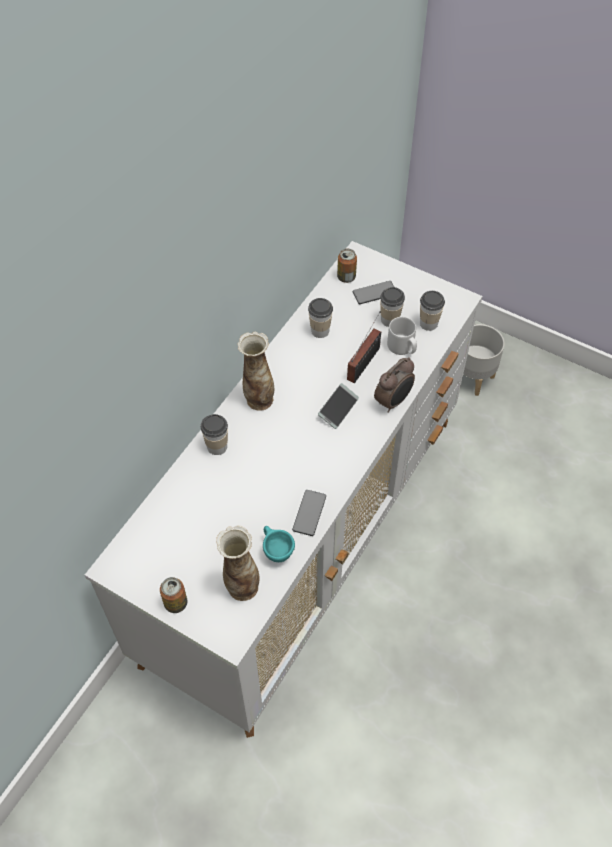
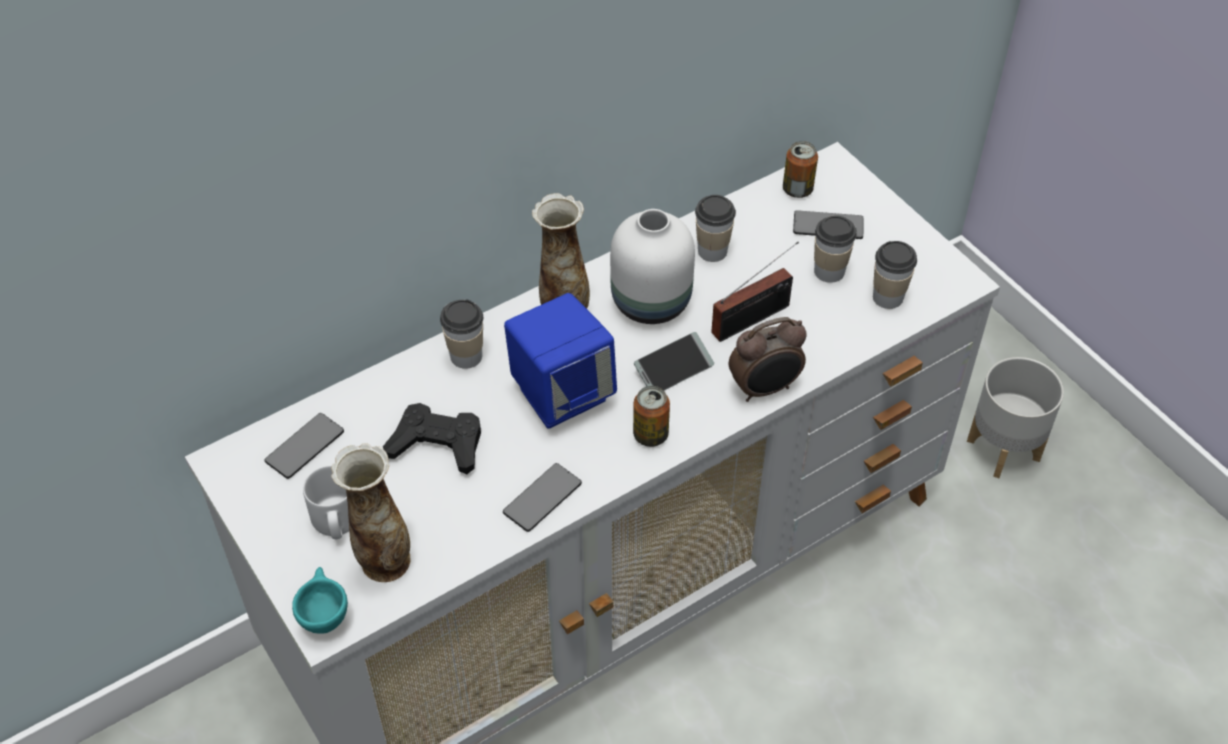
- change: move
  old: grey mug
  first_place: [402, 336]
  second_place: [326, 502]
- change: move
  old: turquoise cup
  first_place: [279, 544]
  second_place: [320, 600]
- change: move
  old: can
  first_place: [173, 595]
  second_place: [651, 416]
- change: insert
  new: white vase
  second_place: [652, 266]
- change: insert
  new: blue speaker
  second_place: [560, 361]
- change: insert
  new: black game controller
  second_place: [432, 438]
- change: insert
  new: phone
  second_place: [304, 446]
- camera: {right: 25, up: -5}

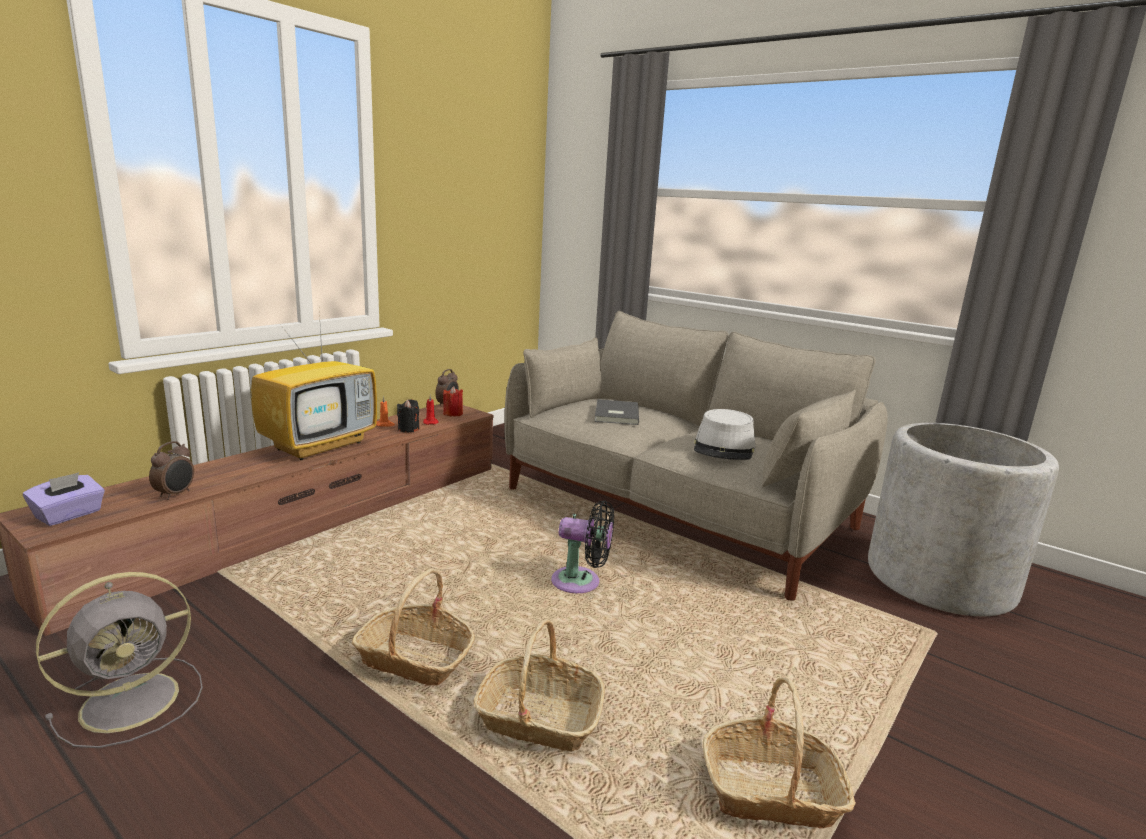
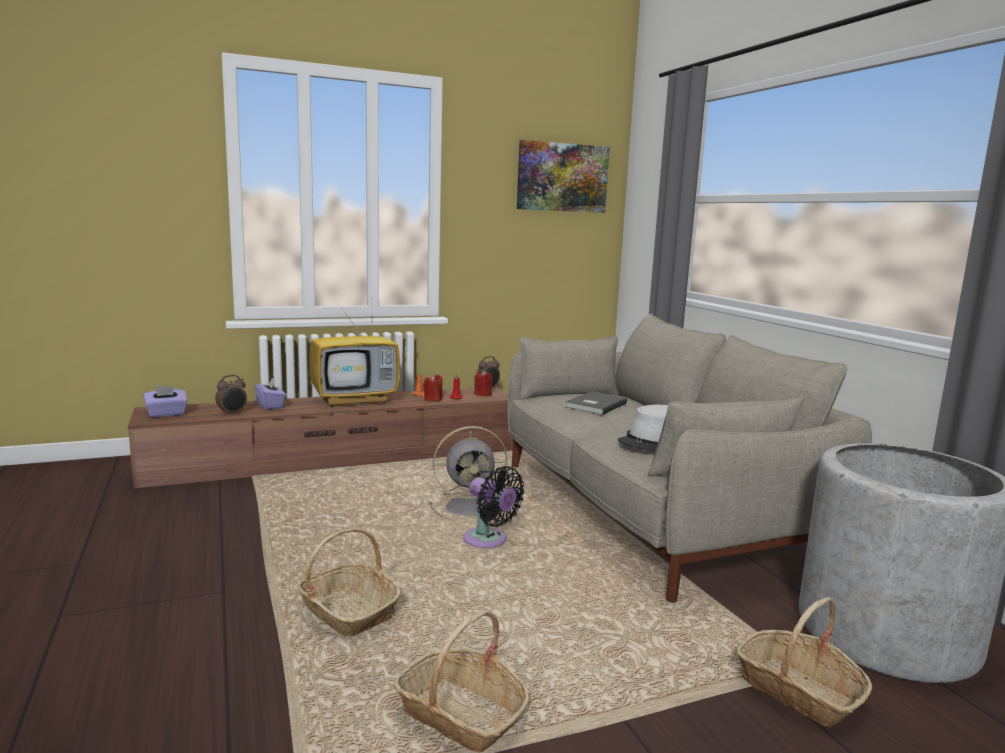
- change: recolor
  old: black candle
  new: red candle
  first_place: [408, 415]
  second_place: [433, 388]
- change: move
  old: basket
  first_place: [413, 627]
  second_place: [804, 662]
- change: move
  old: grey fan
  first_place: [119, 660]
  second_place: [468, 473]
- change: insert
  new: picture
  second_place: [563, 176]
- change: insert
  new: purple tissue box
  second_place: [270, 394]
- camera: {right: 30, up: -5}

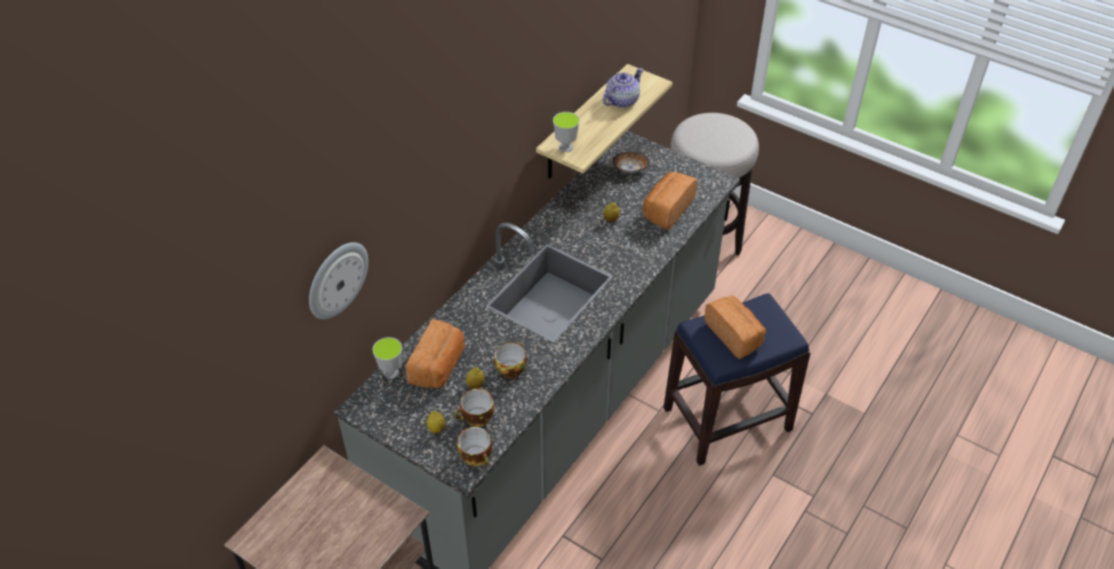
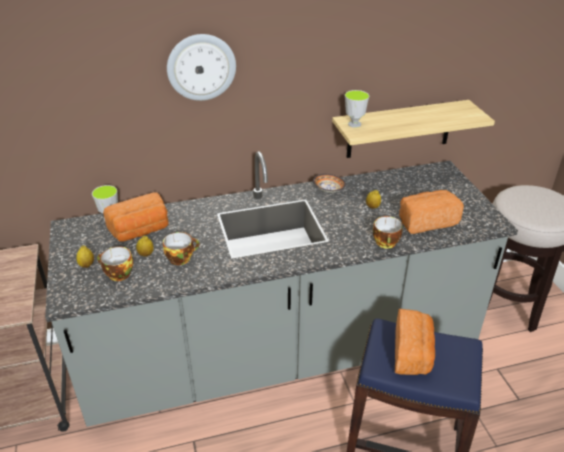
- change: delete
  old: teapot
  first_place: [623, 88]
- change: move
  old: bowl
  first_place: [630, 162]
  second_place: [329, 183]
- change: move
  old: wall clock
  first_place: [338, 280]
  second_place: [201, 67]
- change: move
  old: cup
  first_place: [475, 446]
  second_place: [388, 232]
- camera: {right: 40, up: -10}

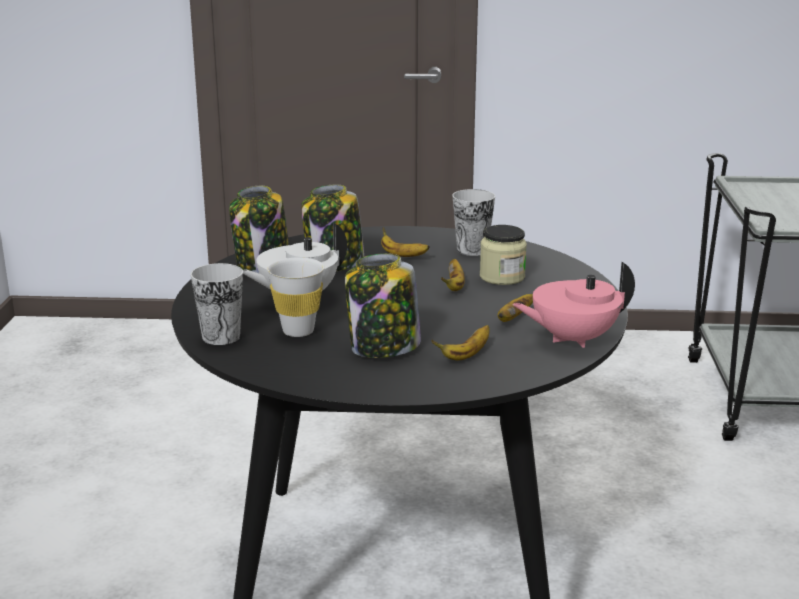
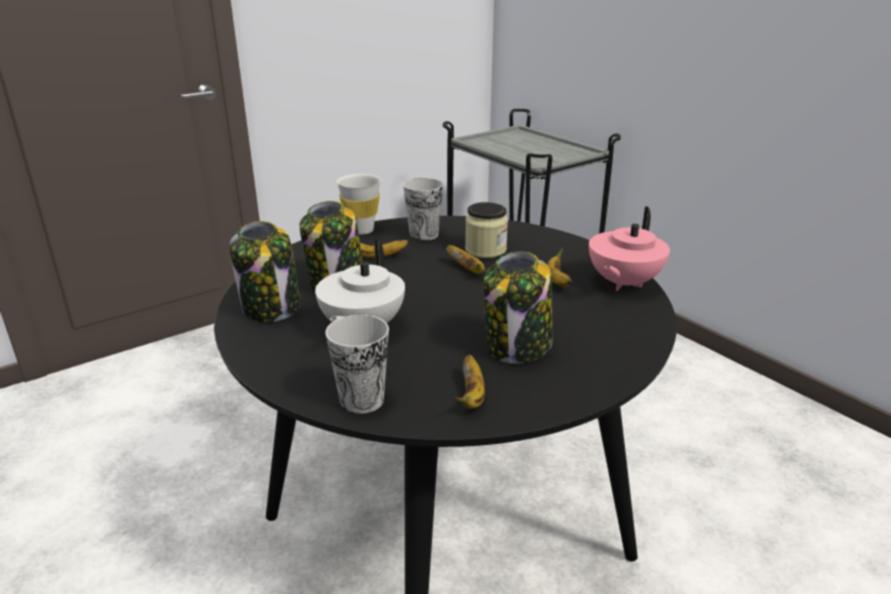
- change: move
  old: white cup
  first_place: [295, 297]
  second_place: [359, 204]
- change: move
  old: banana
  first_place: [460, 342]
  second_place: [470, 382]
- camera: {right: -40, up: 5}

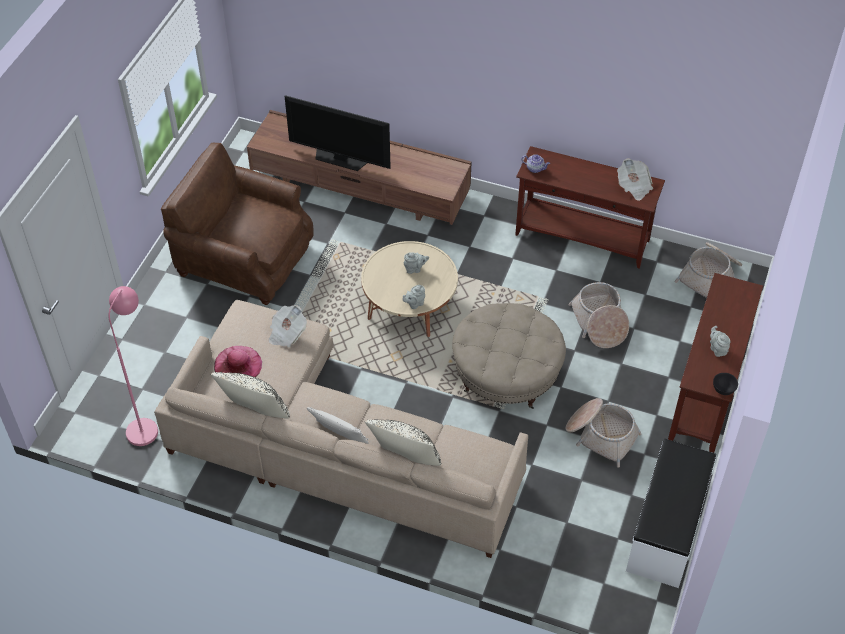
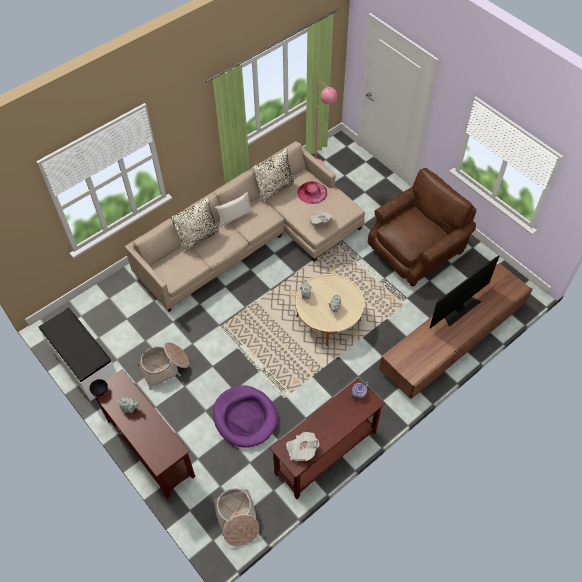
- change: replace
  old: basket
  new: purple dog bed
  first_place: [598, 315]
  second_place: [245, 416]
- change: delete
  old: beige ottoman
  first_place: [509, 356]
- camera: {right: 120, up: 5}

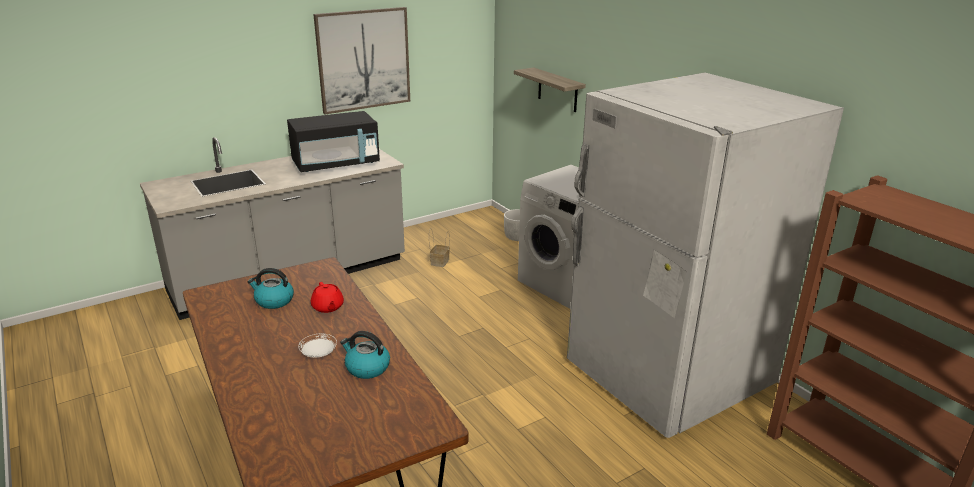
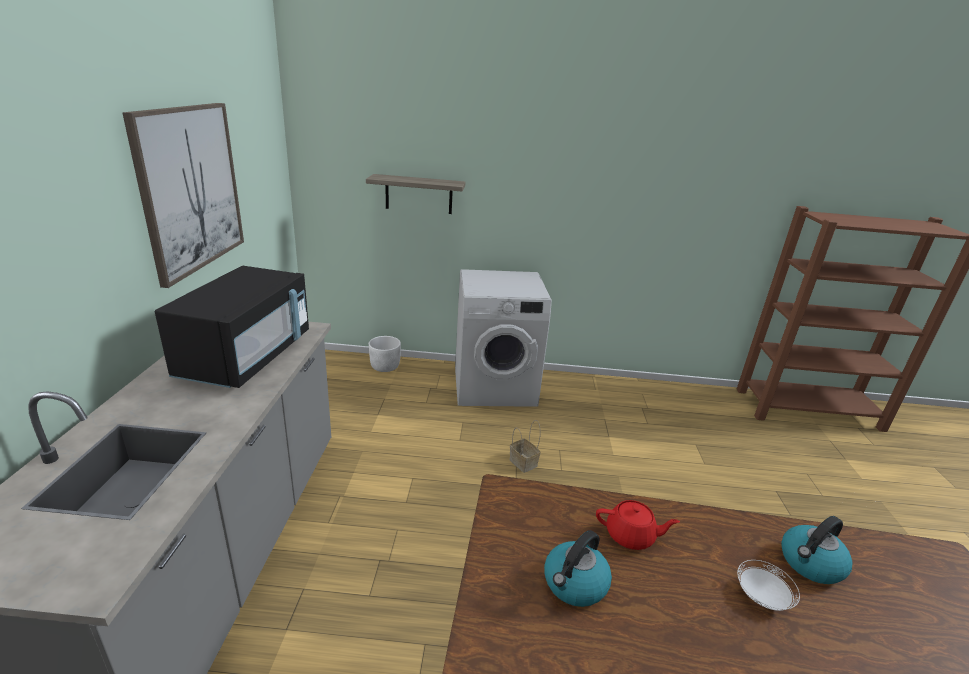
- change: delete
  old: white fridge
  first_place: [705, 255]
- change: move
  old: basket
  first_place: [439, 247]
  second_place: [525, 446]
- camera: {right: -55, up: 0}

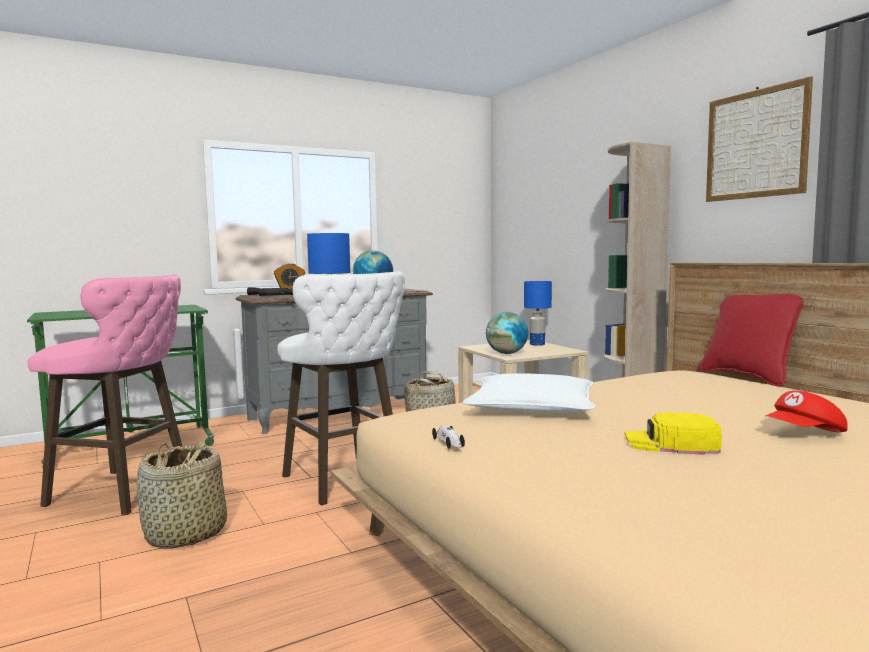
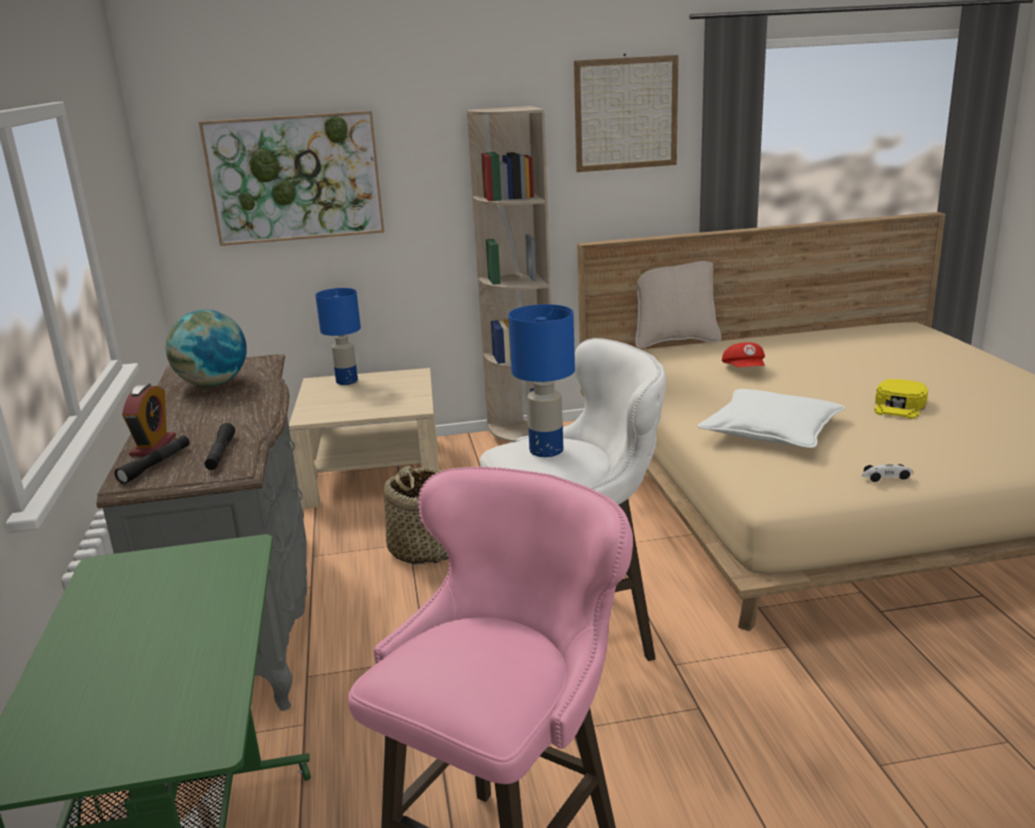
- change: recolor
  old: red pillow
  new: beige pillow
  first_place: [751, 340]
  second_place: [678, 305]
- change: delete
  old: globe
  first_place: [507, 333]
- change: move
  old: red cap
  first_place: [807, 412]
  second_place: [743, 354]
- change: delete
  old: basket
  first_place: [182, 495]
- change: insert
  new: picture
  second_place: [291, 178]
- camera: {right: -70, up: 15}

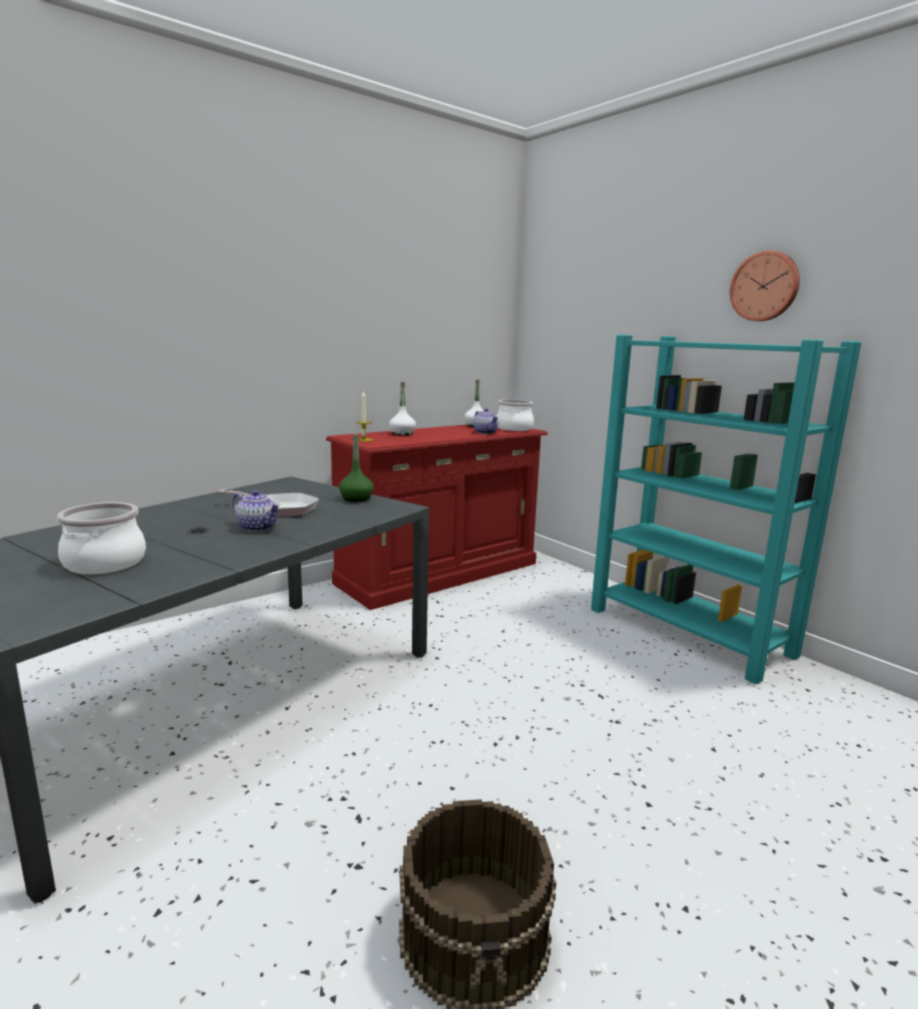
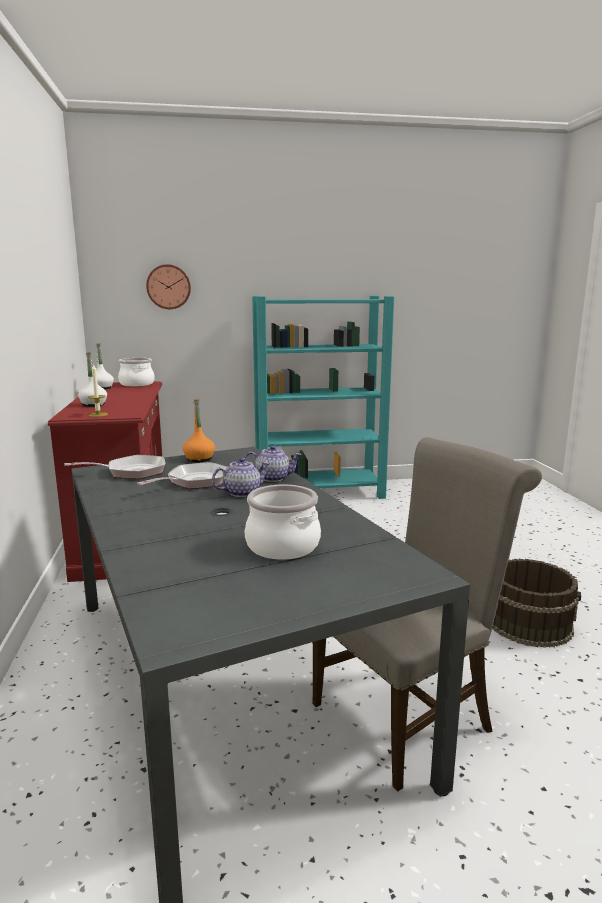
- change: move
  old: wall clock
  first_place: [765, 286]
  second_place: [168, 286]
- change: move
  old: teapot
  first_place: [485, 421]
  second_place: [273, 463]
- change: recolor
  old: green bottle
  new: orange bottle
  first_place: [356, 468]
  second_place: [199, 430]
- change: insert
  new: beige chair
  second_place: [427, 614]
- change: insert
  new: frying pan
  second_place: [114, 467]
- camera: {right: -60, up: 0}

